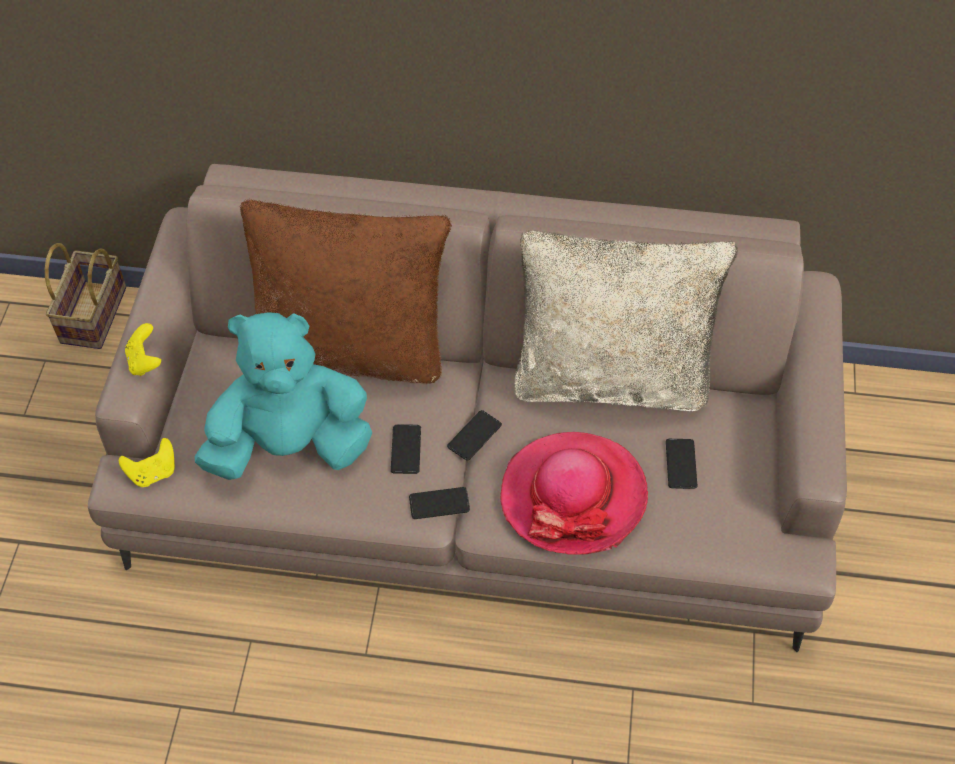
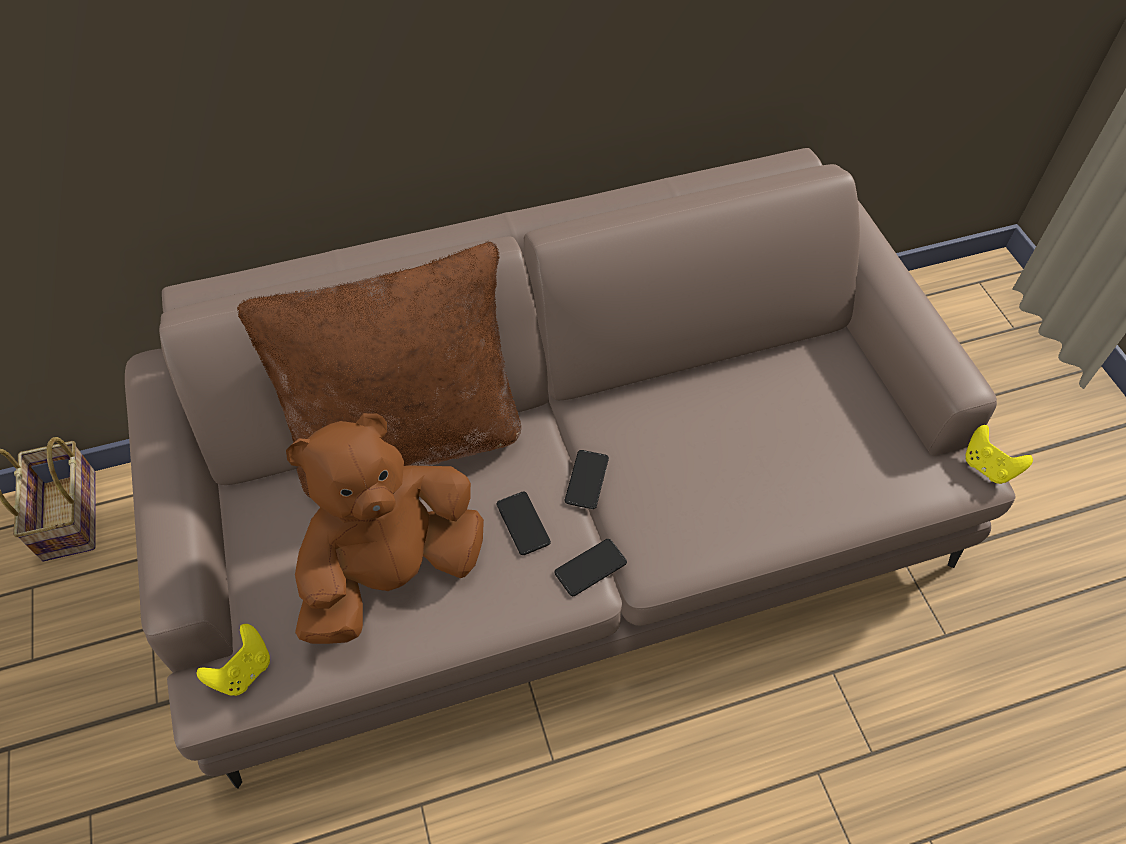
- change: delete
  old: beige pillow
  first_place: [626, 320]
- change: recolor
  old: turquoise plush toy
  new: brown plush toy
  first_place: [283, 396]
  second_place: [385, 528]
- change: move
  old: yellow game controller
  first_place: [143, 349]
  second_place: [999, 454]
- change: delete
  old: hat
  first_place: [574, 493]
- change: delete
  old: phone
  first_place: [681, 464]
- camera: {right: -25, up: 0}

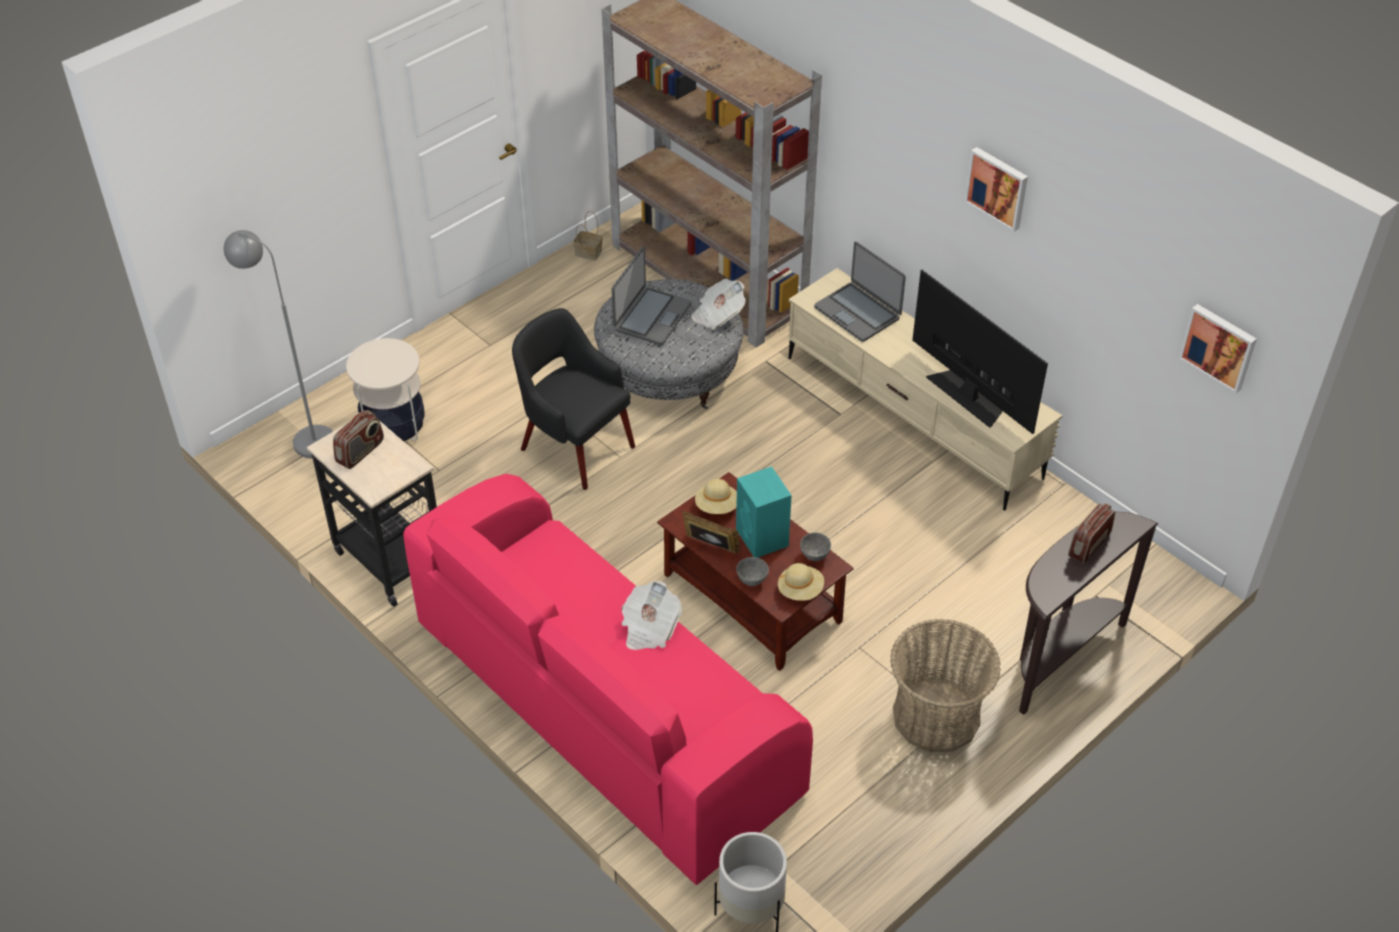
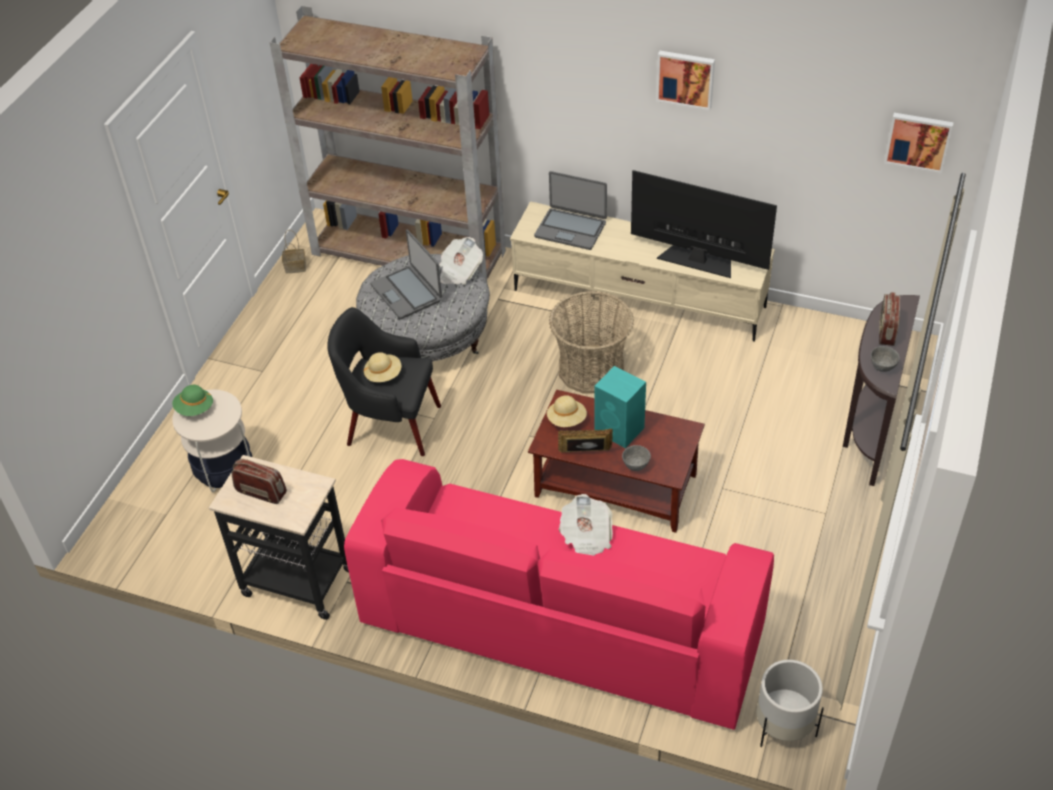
- change: delete
  old: grey floor lamp
  first_place: [278, 344]
- change: rotate
  old: laptop
  first_place: [652, 296]
  second_place: [406, 274]
  degrees: 150
- change: rotate
  old: radio
  first_place: [358, 439]
  second_place: [259, 481]
  degrees: -75
- change: move
  old: grey bowl
  first_place: [815, 546]
  second_place: [885, 359]
- change: move
  old: beige hat
  first_place: [801, 582]
  second_place: [382, 367]
- change: move
  old: basket
  first_place: [945, 685]
  second_place: [591, 342]
- change: insert
  new: green hat
  second_place: [192, 400]
- camera: {right: -25, up: 0}

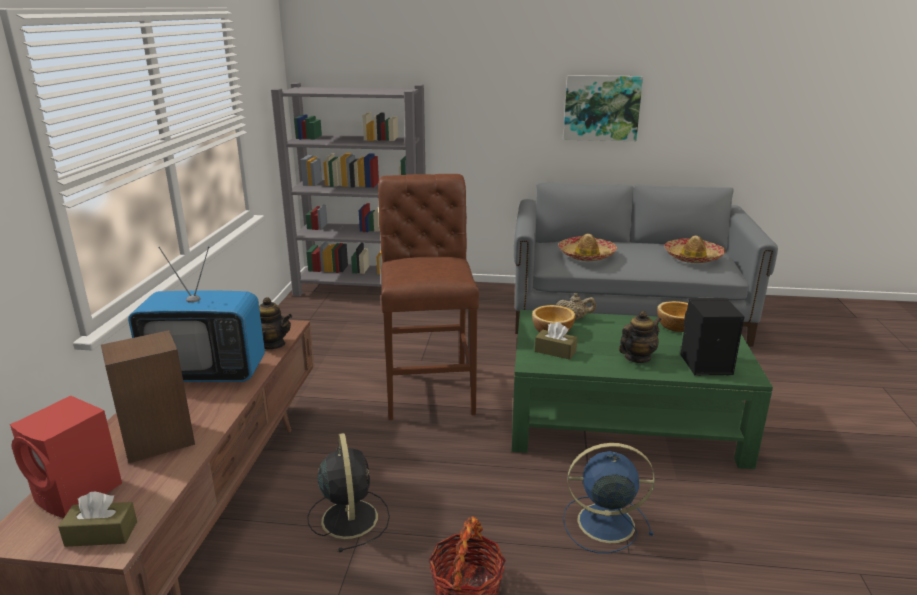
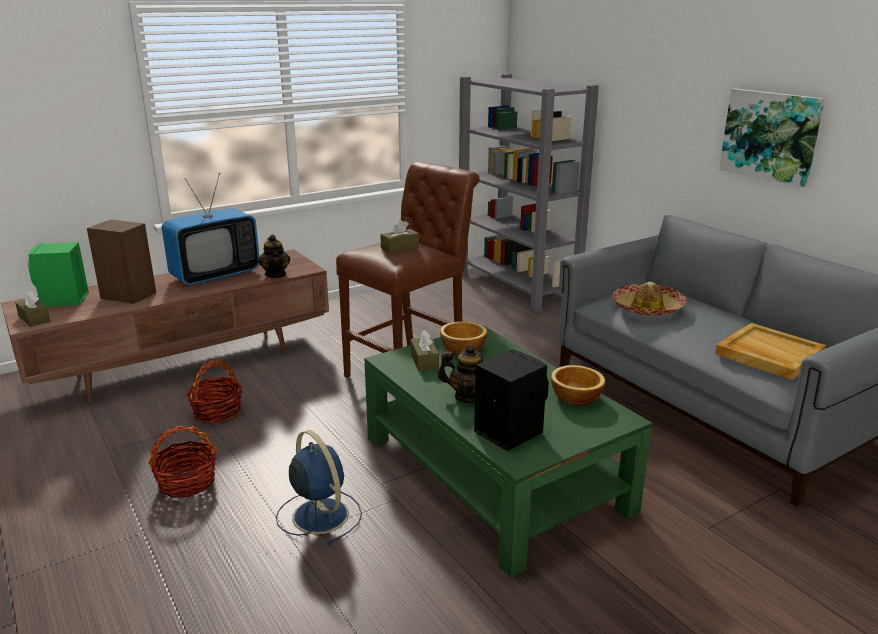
- change: replace
  old: hat
  new: beige tray
  first_place: [695, 249]
  second_place: [770, 351]
- change: rotate
  old: television
  first_place: [196, 314]
  second_place: [210, 229]
  degrees: -90
- change: delete
  old: beige teapot
  first_place: [576, 306]
- change: recolor
  old: red speaker
  new: green speaker
  first_place: [66, 457]
  second_place: [58, 274]
- change: replace
  old: black fan
  new: basket
  first_place: [348, 492]
  second_place: [214, 391]
- change: insert
  new: brown tissue box
  second_place: [399, 236]
- camera: {right: 50, up: 0}

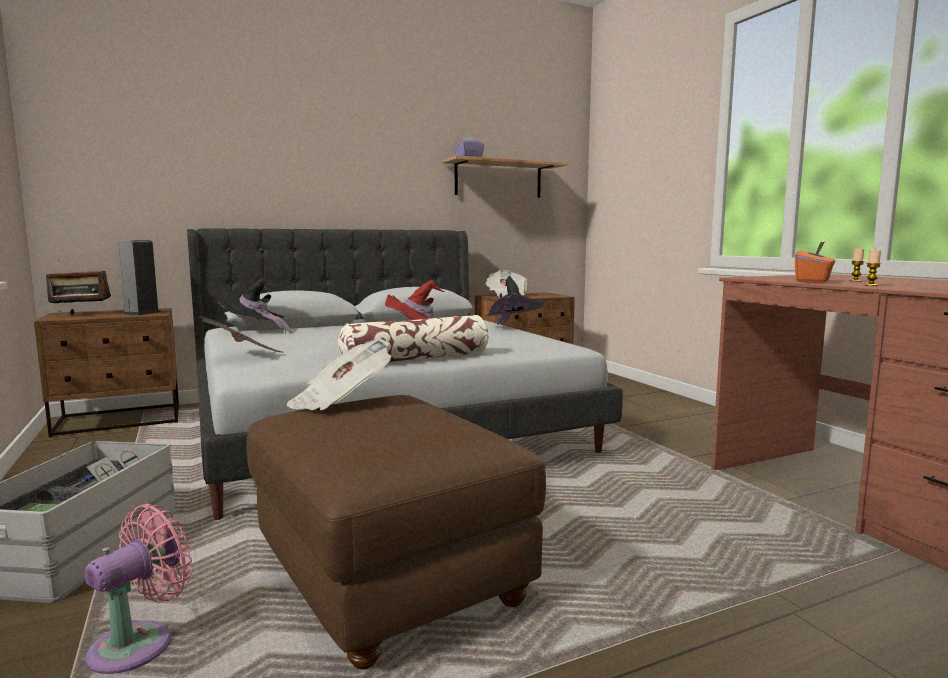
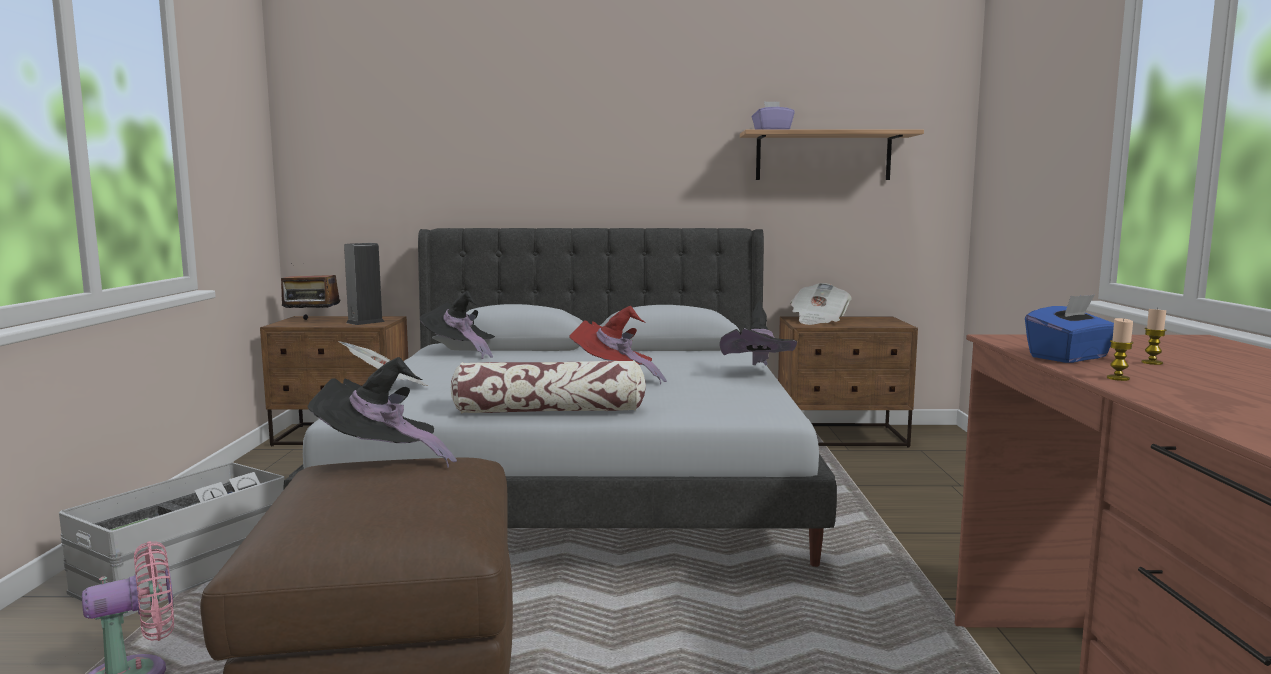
- change: recolor
  old: orange tissue box
  new: blue tissue box
  first_place: [815, 262]
  second_place: [1069, 328]
- change: replace
  old: newspaper
  new: black hat
  first_place: [339, 375]
  second_place: [382, 412]
- camera: {right: 25, up: 0}

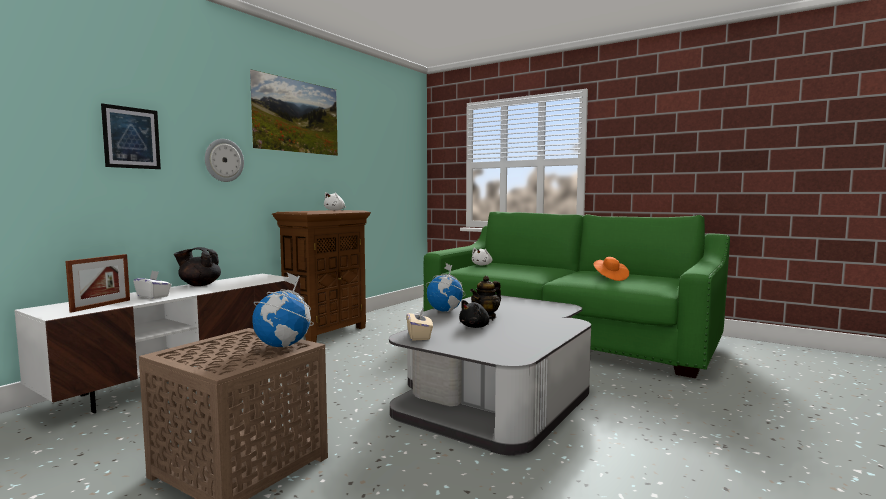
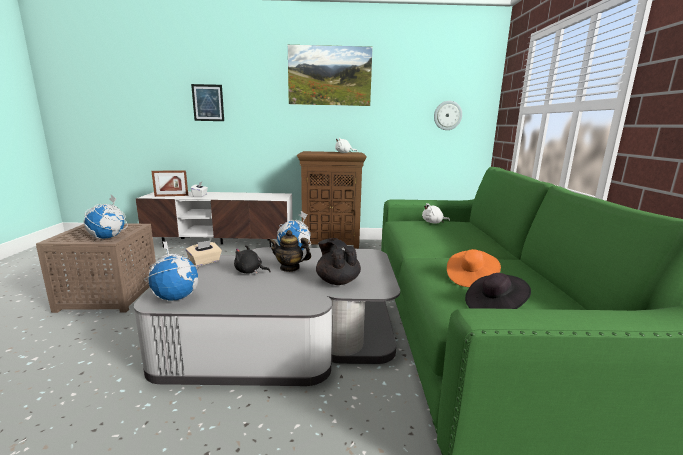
- change: move
  old: wall clock
  first_place: [224, 160]
  second_place: [448, 115]
- change: move
  old: black teapot
  first_place: [197, 266]
  second_place: [338, 261]
- change: insert
  new: globe
  second_place: [171, 271]
- change: insert
  new: black hat
  second_place: [498, 291]
- camera: {right: 55, up: 10}

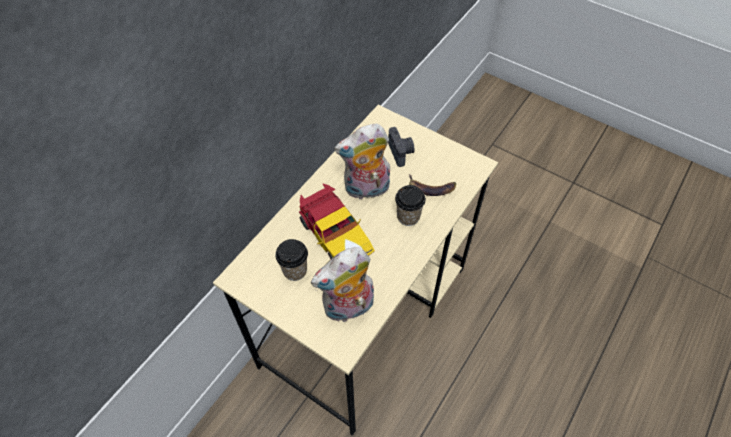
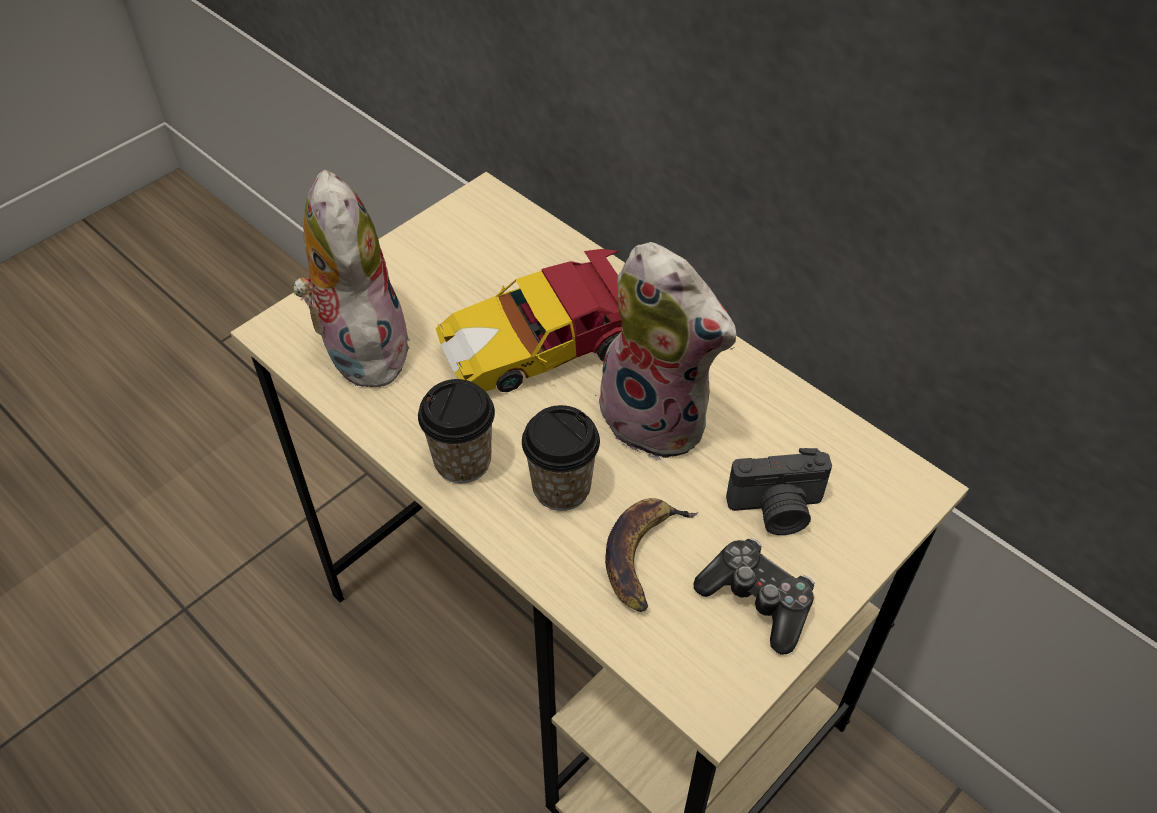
- change: rotate
  old: plush toy
  first_place: [362, 162]
  second_place: [665, 351]
  degrees: 135
- change: move
  old: cup
  first_place: [291, 260]
  second_place: [456, 431]
- change: insert
  new: game controller
  second_place: [754, 596]
- camera: {right: 100, up: -5}

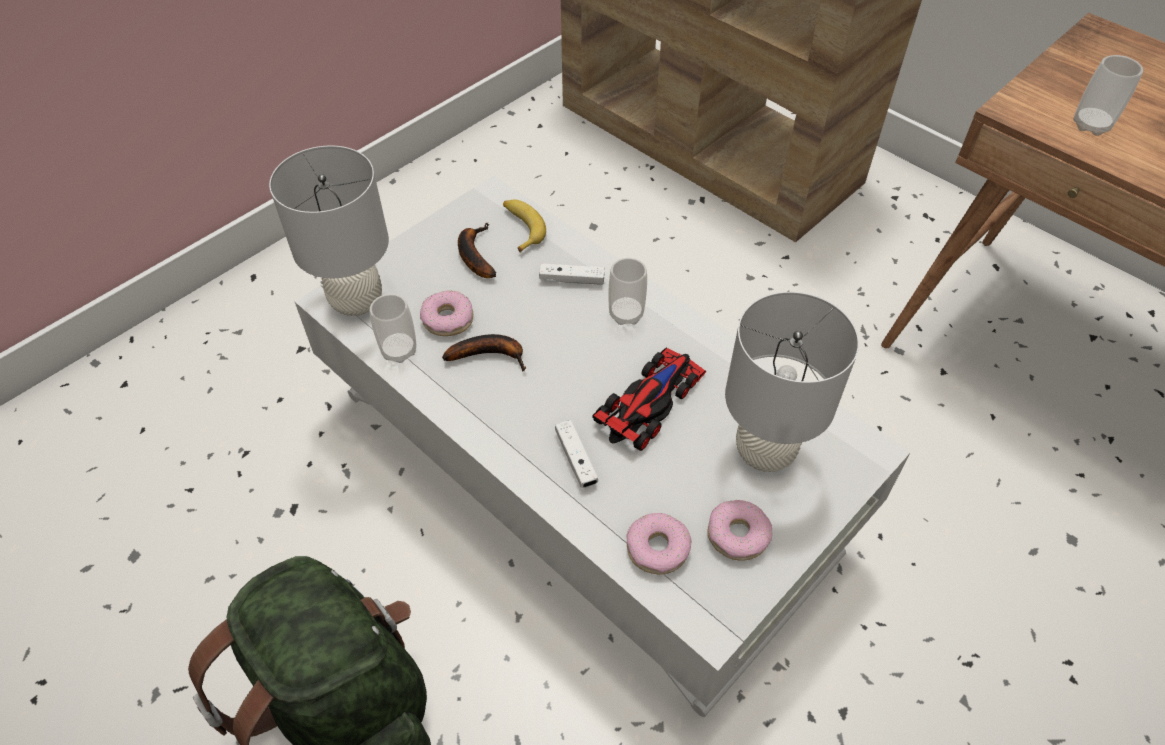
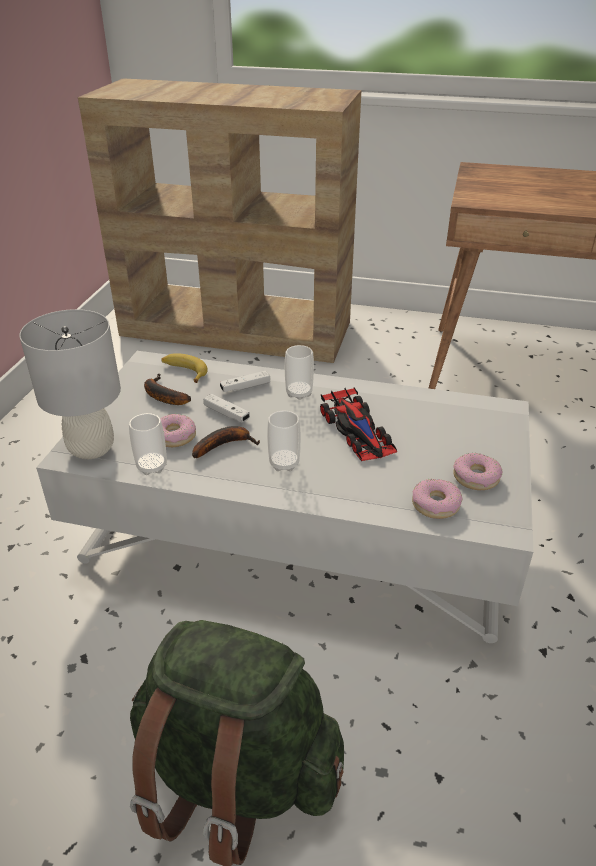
- change: move
  old: cup
  first_place: [1108, 95]
  second_place: [284, 440]
- change: delete
  old: grey table lamp
  first_place: [792, 382]
- change: rotate
  old: toy car
  first_place: [649, 399]
  second_place: [358, 424]
  degrees: 150
- change: move
  old: white game controller
  first_place: [576, 454]
  second_place: [226, 408]
- camera: {right: -30, up: -15}

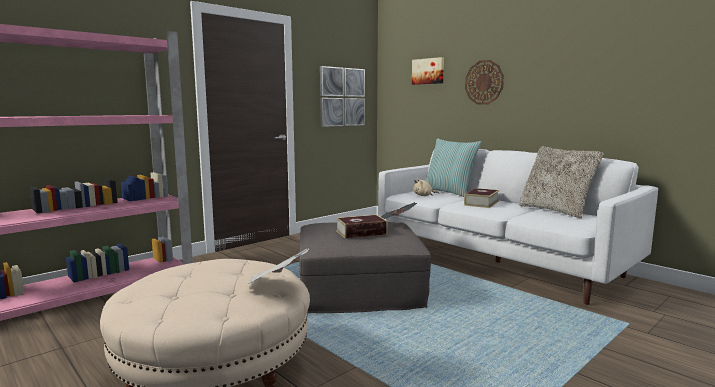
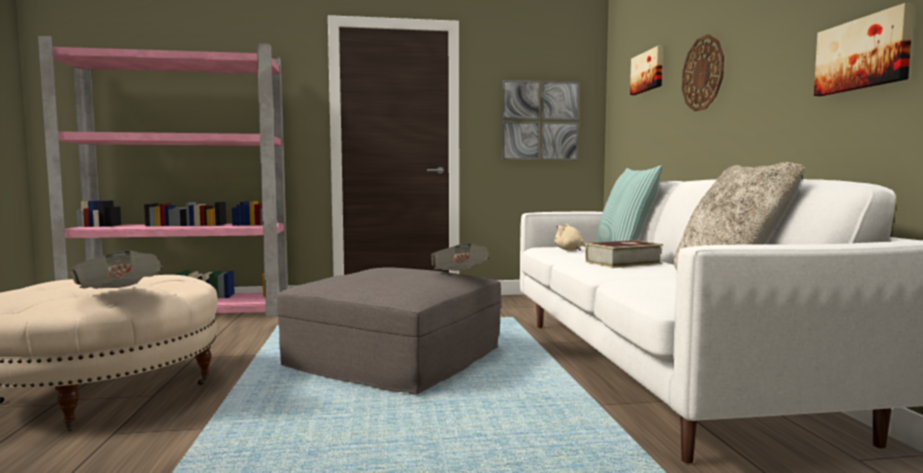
- change: delete
  old: book
  first_place: [362, 227]
- change: insert
  new: picture
  second_place: [864, 49]
- camera: {right: 35, up: -5}

